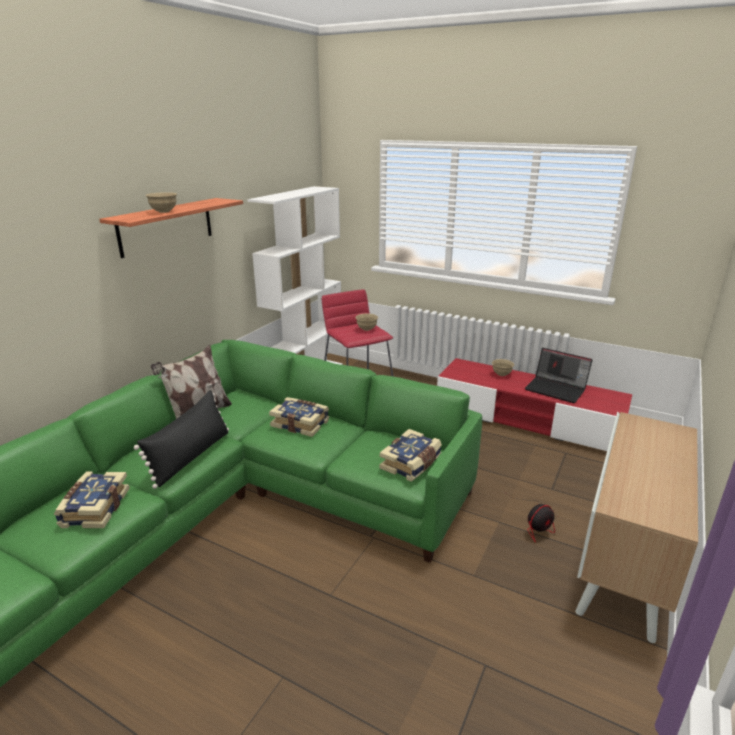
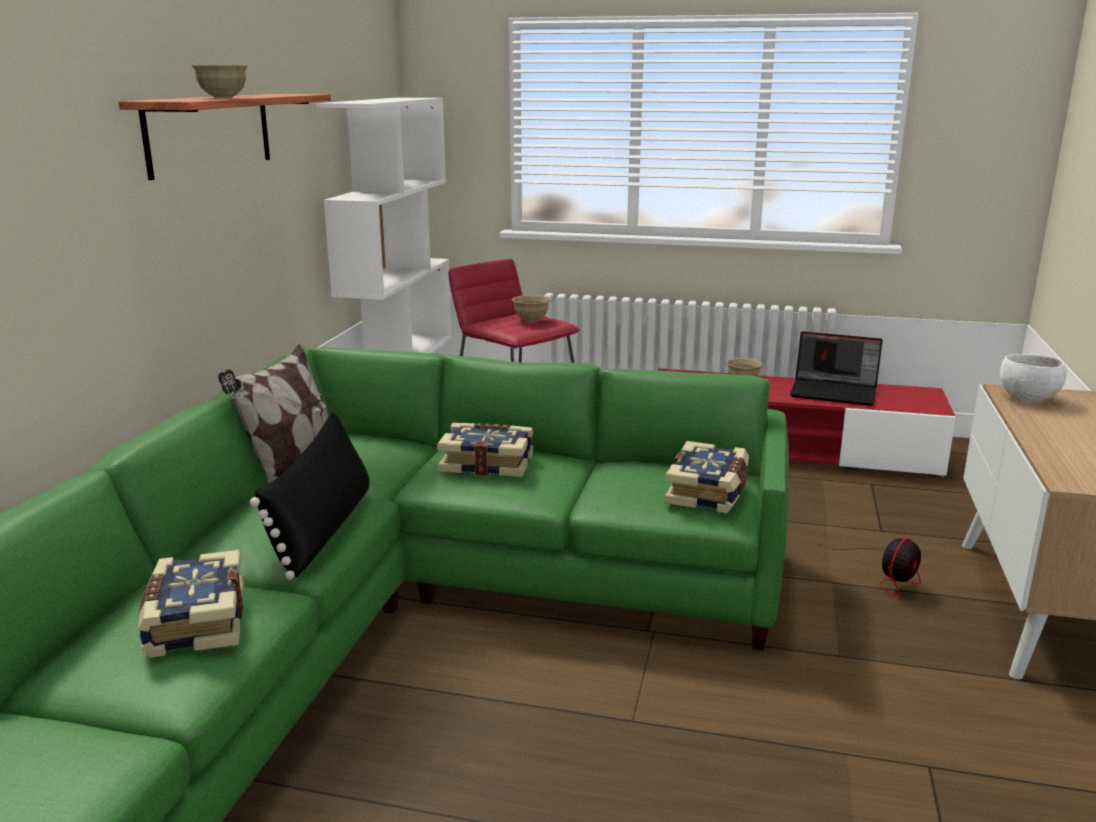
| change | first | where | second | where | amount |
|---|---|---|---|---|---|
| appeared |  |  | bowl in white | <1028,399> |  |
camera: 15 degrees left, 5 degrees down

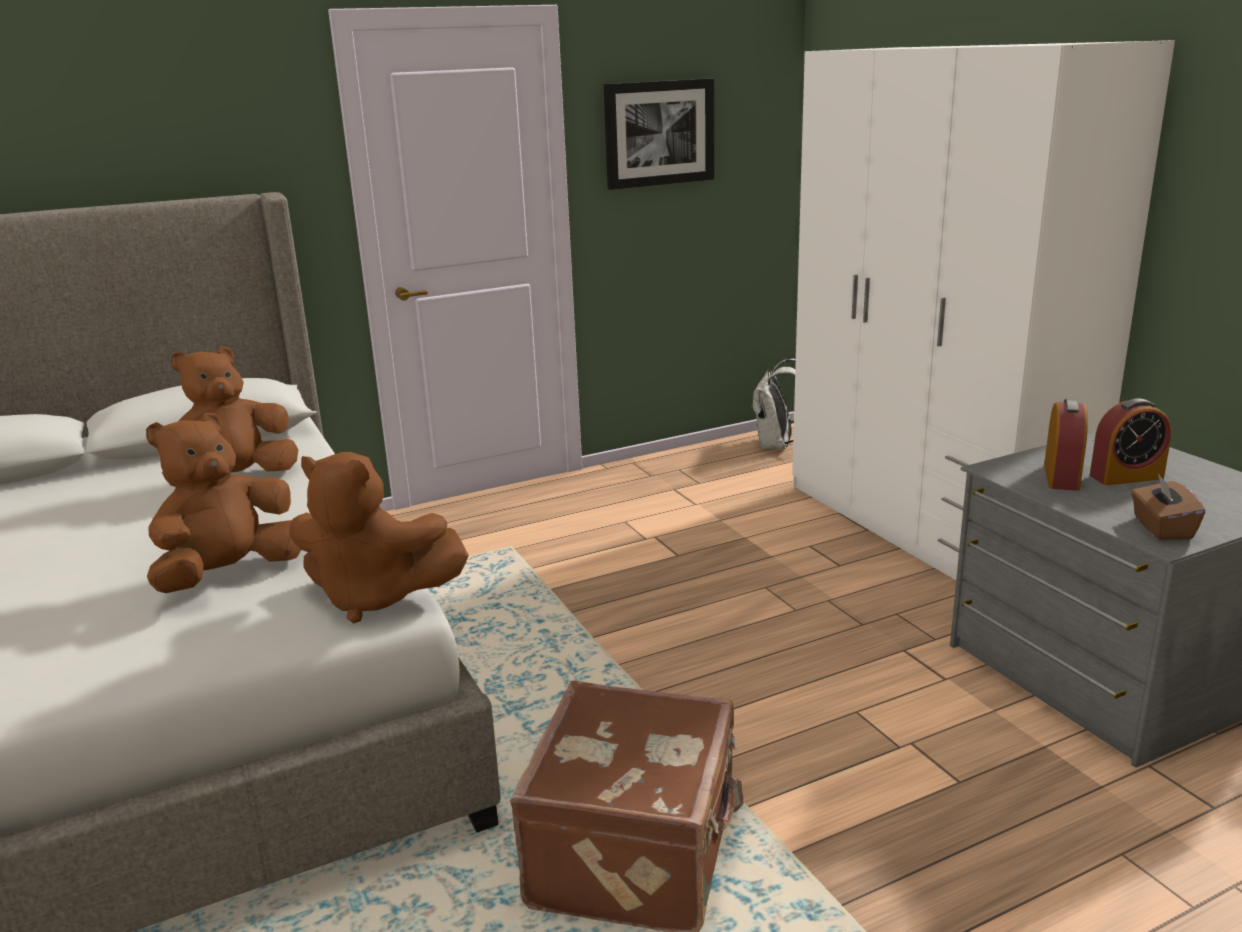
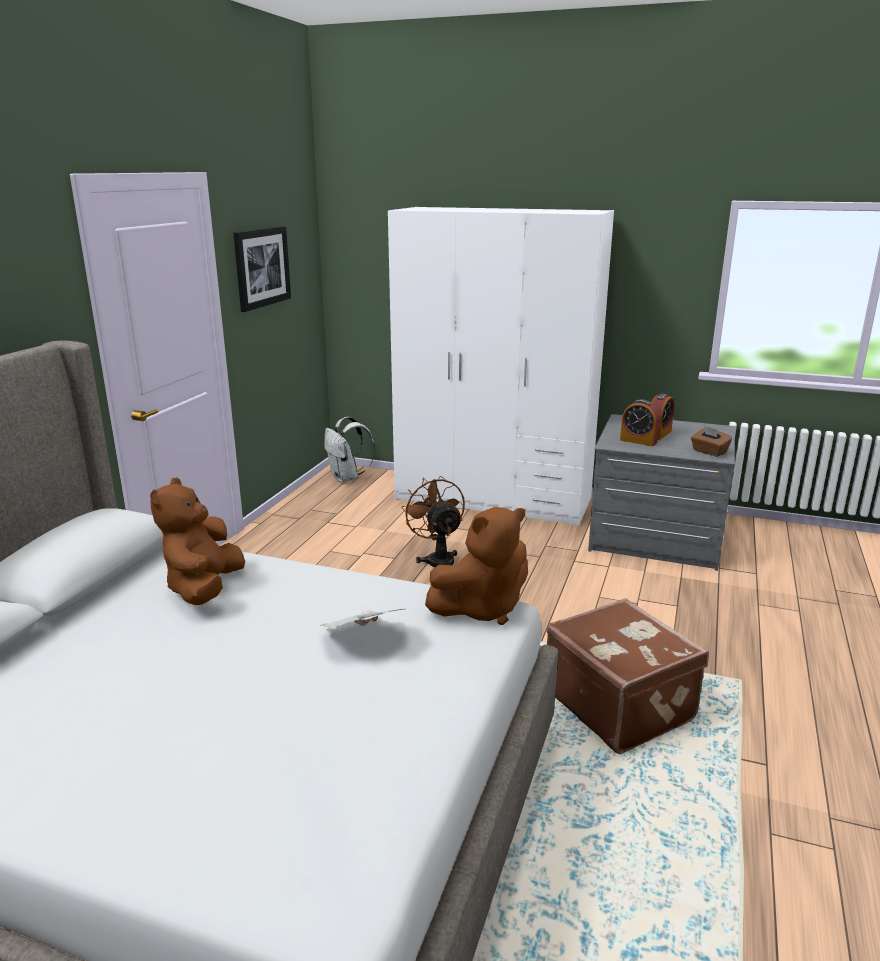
| change | first | where | second | where | amount |
|---|---|---|---|---|---|
| spun | alarm clock | <1061,477> |  | <638,441> | 150 degrees clockwise |
| exchanged | plush toy in brown | <229,574> | newspaper | <363,638> |  |
| appeared |  |  | fan in brown | <438,559> |  |
camera: 45 degrees left, 0 degrees up

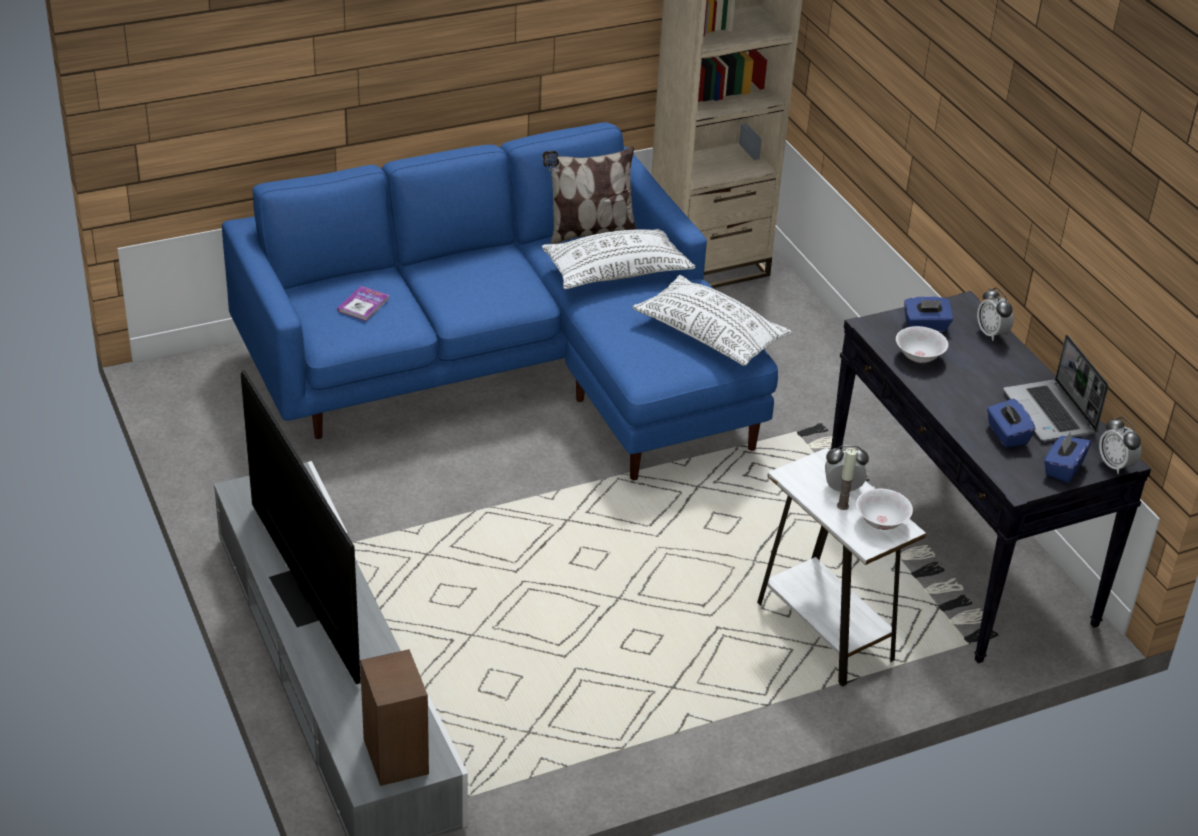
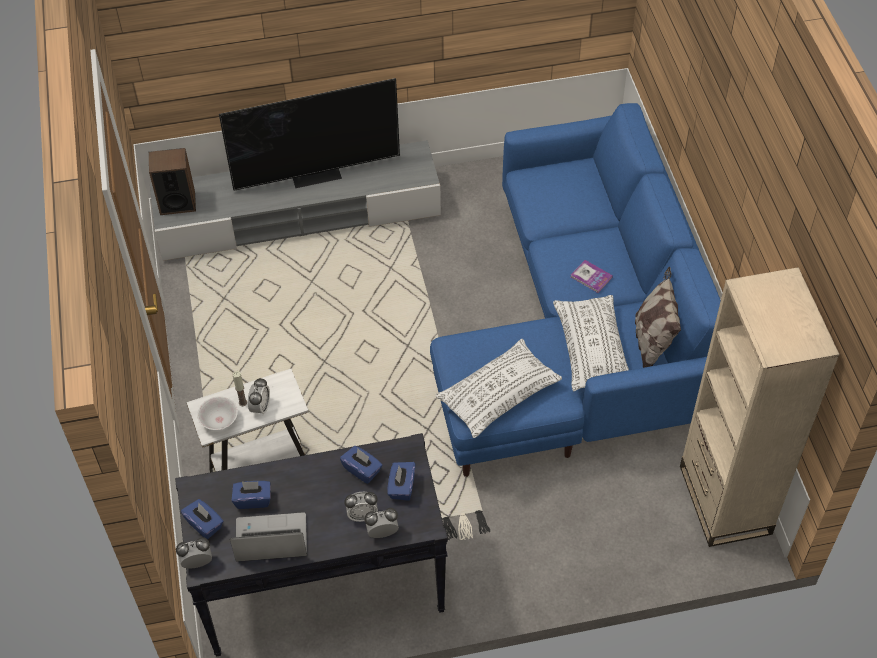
| change | first | where | second | where | amount |
|---|---|---|---|---|---|
| relocated | book | <363,305> |  | <591,277> |  |
| exchanged | bowl in white | <919,357> | tissue box in blue | <362,470> |  |
| appeared |  |  | alarm clock | <362,515> |  |
camera: 105 degrees right, 15 degrees up

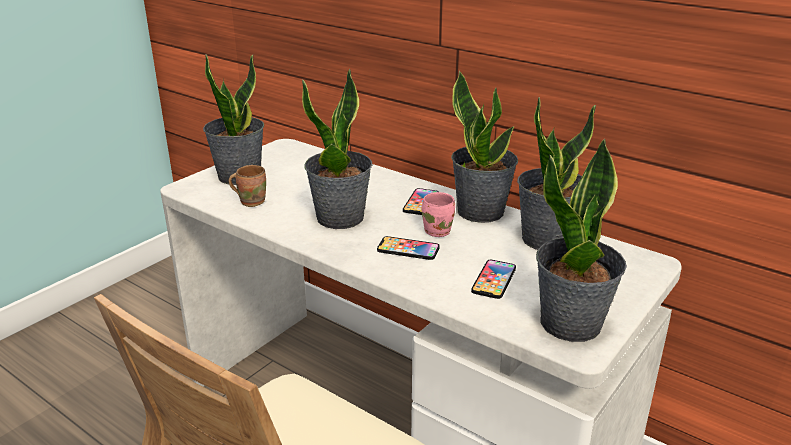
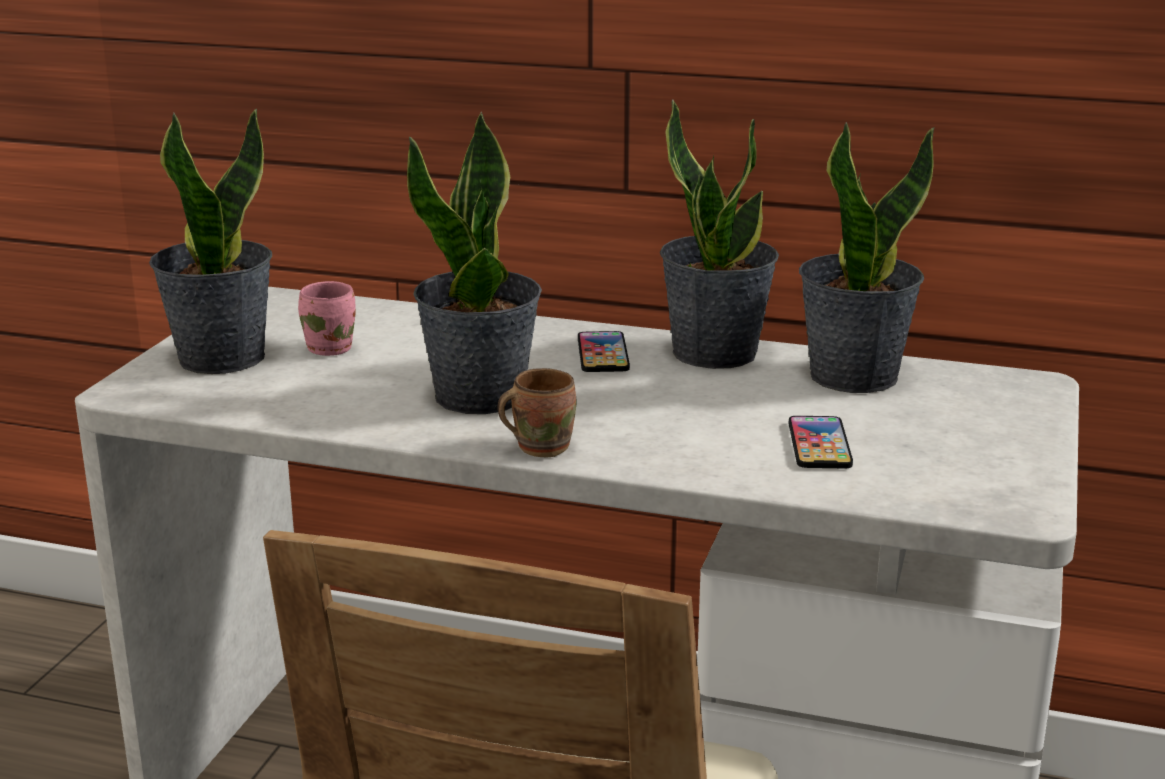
| change | first | where | second | where | amount |
|---|---|---|---|---|---|
| missing | potted plant | <572,324> |  |  |  |
| relocated | mug in brown | <251,201> |  | <539,446> |  |
| relocated | mug in pink | <439,231> |  | <333,348> |  |
| missing | phone | <408,249> |  |  |  |
camera: 20 degrees left, 5 degrees down

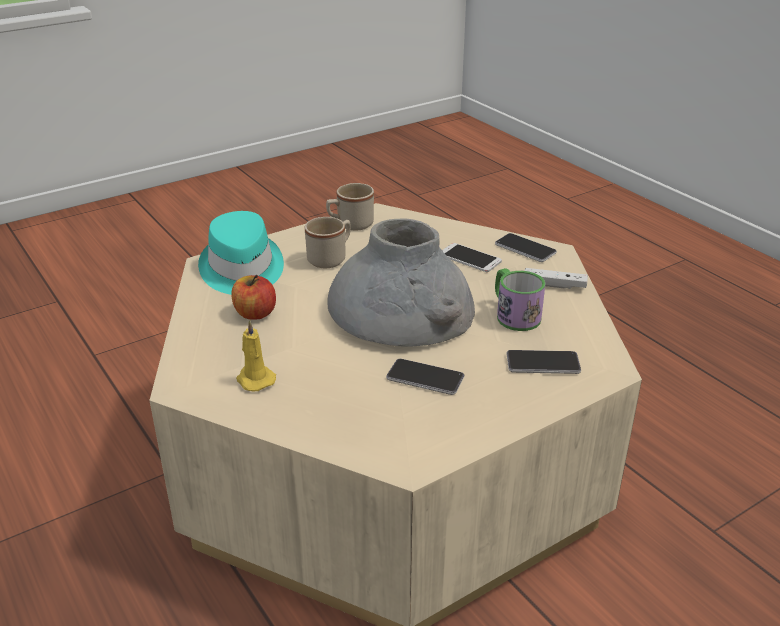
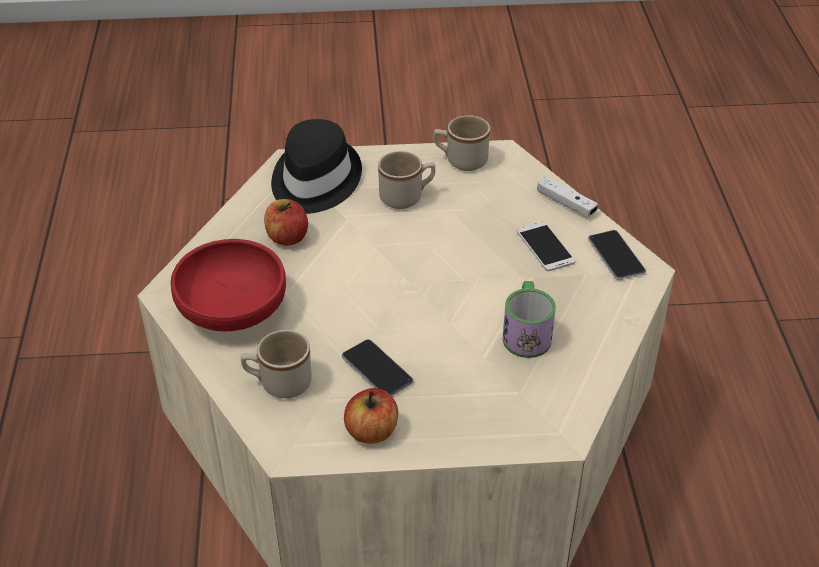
| change | first | where | second | where | amount |
|---|---|---|---|---|---|
| colour | hat in turquoise | <241,269> | hat in black | <314,180> |  |
| missing | vase in grey | <401,308> |  |  |  |
| relocated | game controller in white | <554,285> |  | <566,203> |  |
| exchanged | candle in yellow | <254,379> | bowl in red | <232,309> |  |
| missing | phone | <543,363> |  |  |  |
| appeared |  |  | mug in beige | <278,383> |  |
| appeared |  |  | apple | <372,431> |  |
camera: 30 degrees right, 10 degrees up

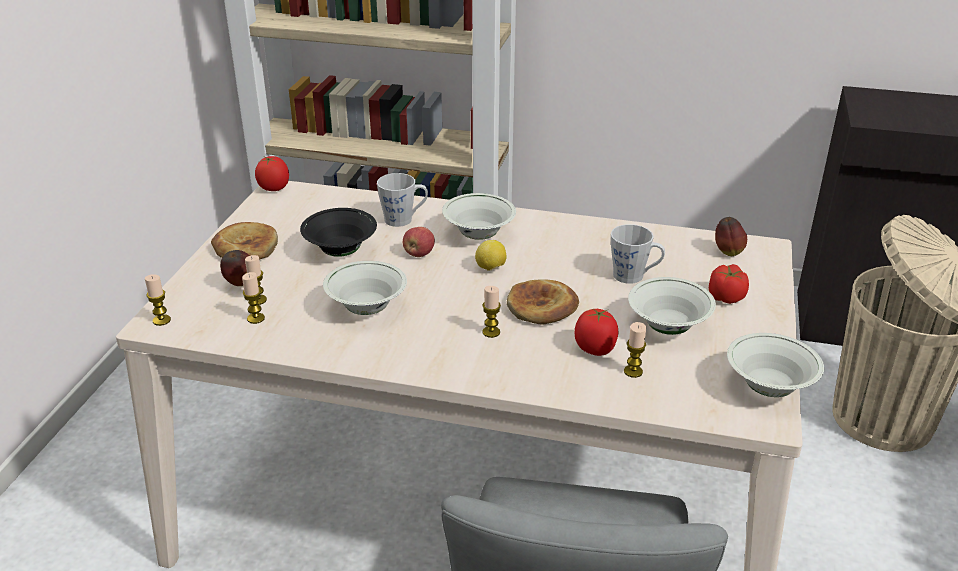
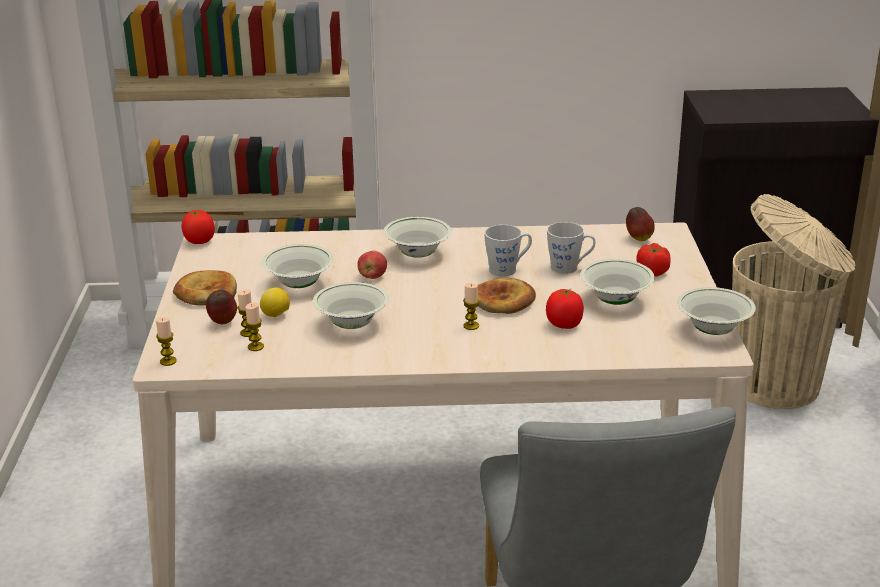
| change | first | where | second | where | amount |
|---|---|---|---|---|---|
| relocated | mug in grey | <404,219> |  | <508,269> |  |
| colour | bowl in black | <341,251> | bowl in white | <299,284> |  |
| relocated | lemon | <491,268> |  | <276,315> |  |
| missing | candle | <633,371> |  |  |  |
camera: 15 degrees left, 5 degrees down

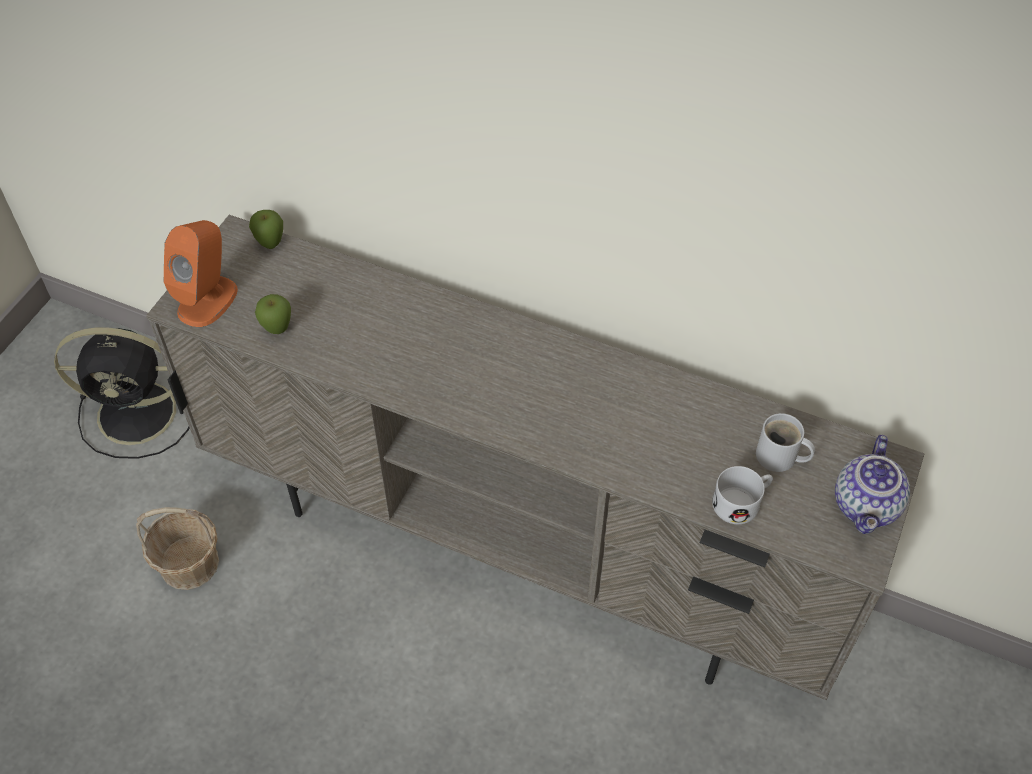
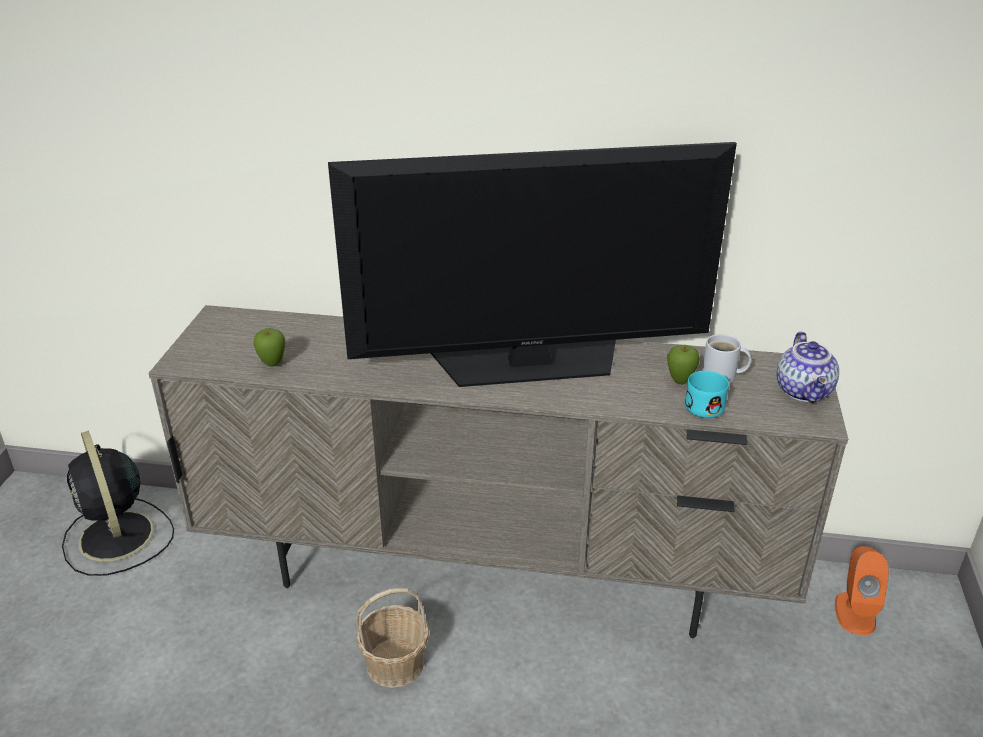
| change | first | where | second | where | amount |
|---|---|---|---|---|---|
| relocated | apple | <271,245> |  | <680,381> |  |
| relocated | speaker in orange | <208,300> |  | <855,612> |  |
| spun | fan in black | <141,413> |  | <117,538> | 75 degrees clockwise |
| colour | mug in white | <742,502> | mug in turquoise | <708,405> |  |
| relocated | basket | <190,563> |  | <395,664> |  |
| appeared |  |  | television | <530,363> |  |
camera: 15 degrees left, 20 degrees down

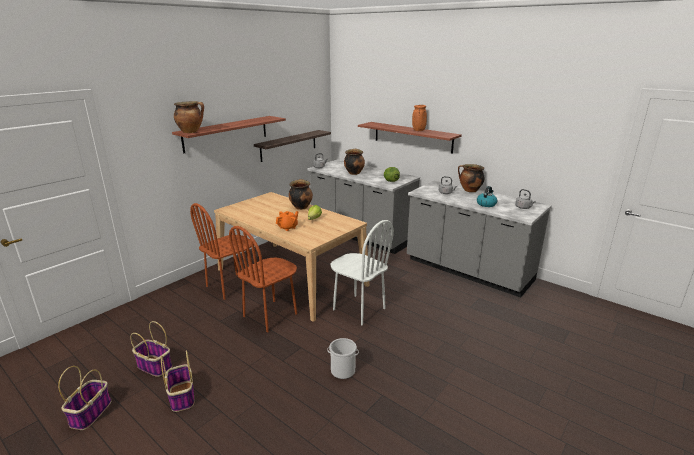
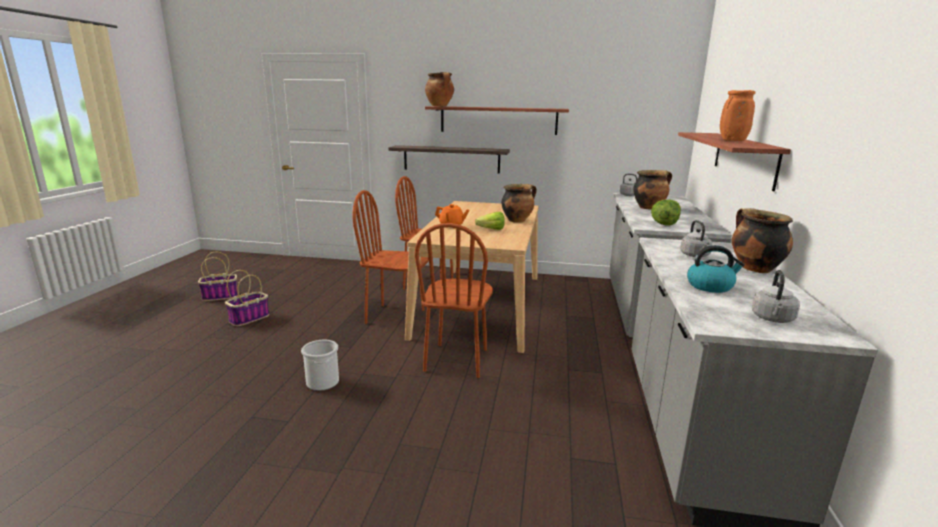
| change | first | where | second | where | amount |
|---|---|---|---|---|---|
| relocated | shelf | <288,145> |  | <451,159> |  |
| colour | chair in white | <358,309> | chair in brown | <457,360> |  |
| missing | basket | <154,366> |  |  |  |
camera: 60 degrees right, 5 degrees down

